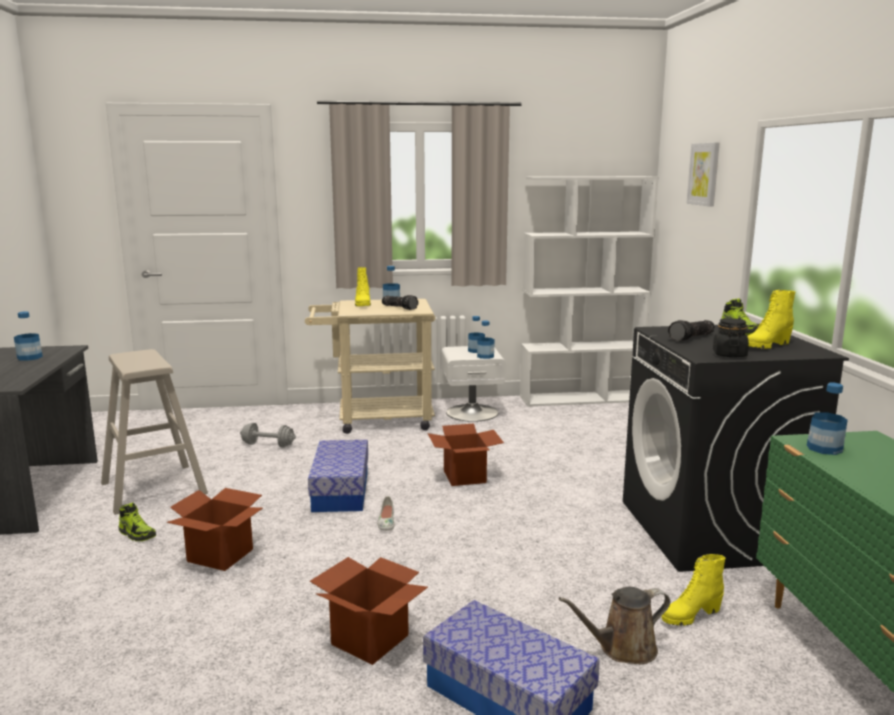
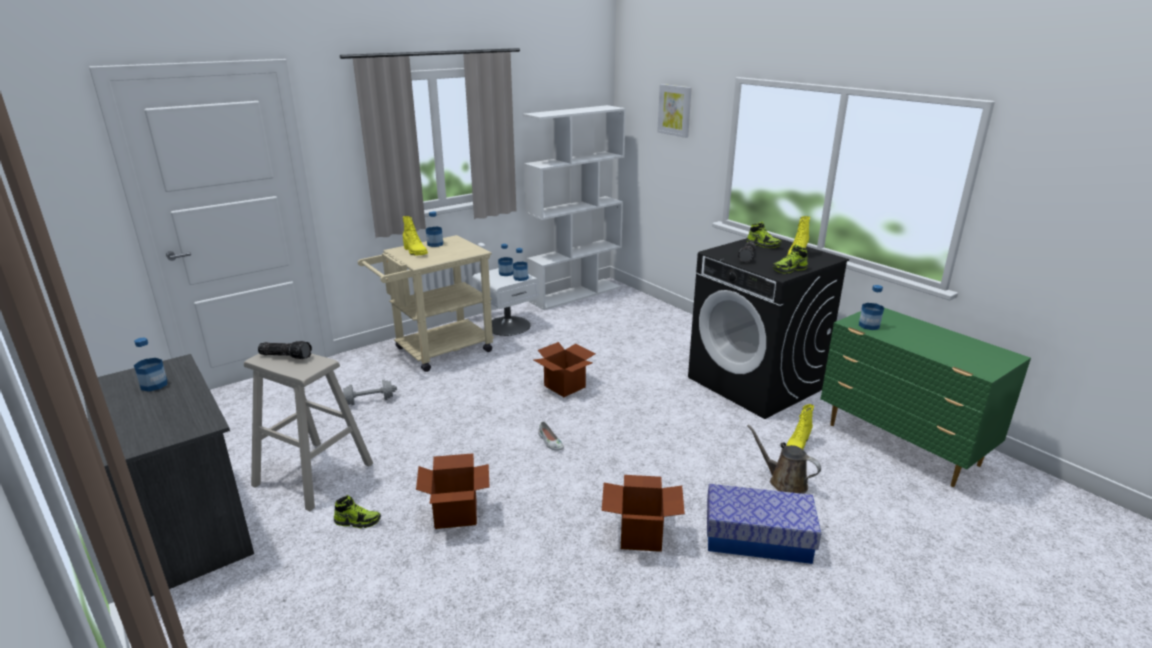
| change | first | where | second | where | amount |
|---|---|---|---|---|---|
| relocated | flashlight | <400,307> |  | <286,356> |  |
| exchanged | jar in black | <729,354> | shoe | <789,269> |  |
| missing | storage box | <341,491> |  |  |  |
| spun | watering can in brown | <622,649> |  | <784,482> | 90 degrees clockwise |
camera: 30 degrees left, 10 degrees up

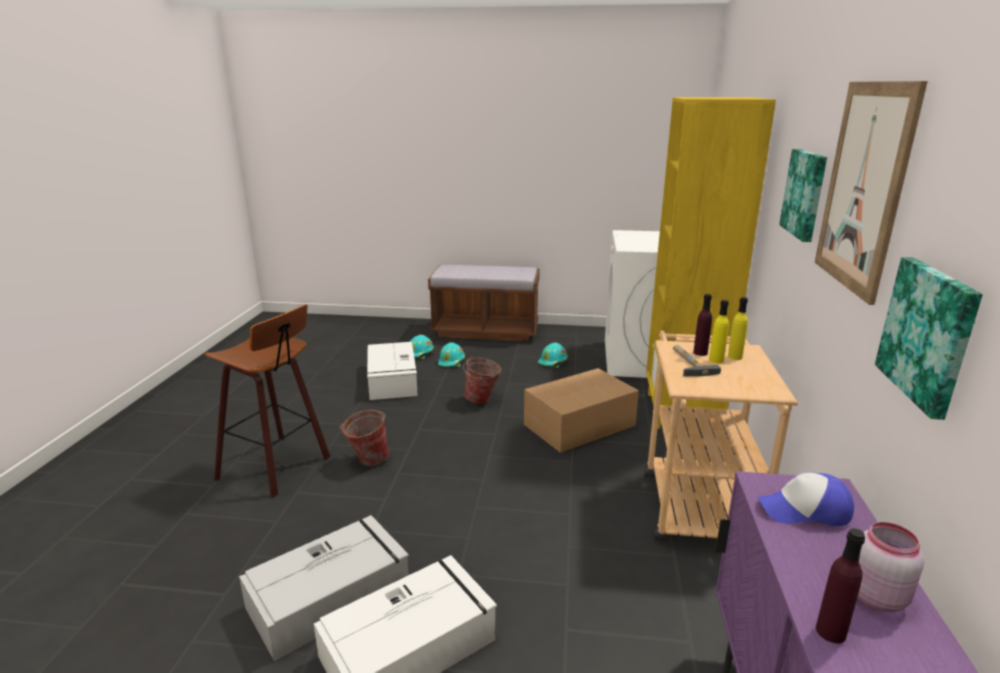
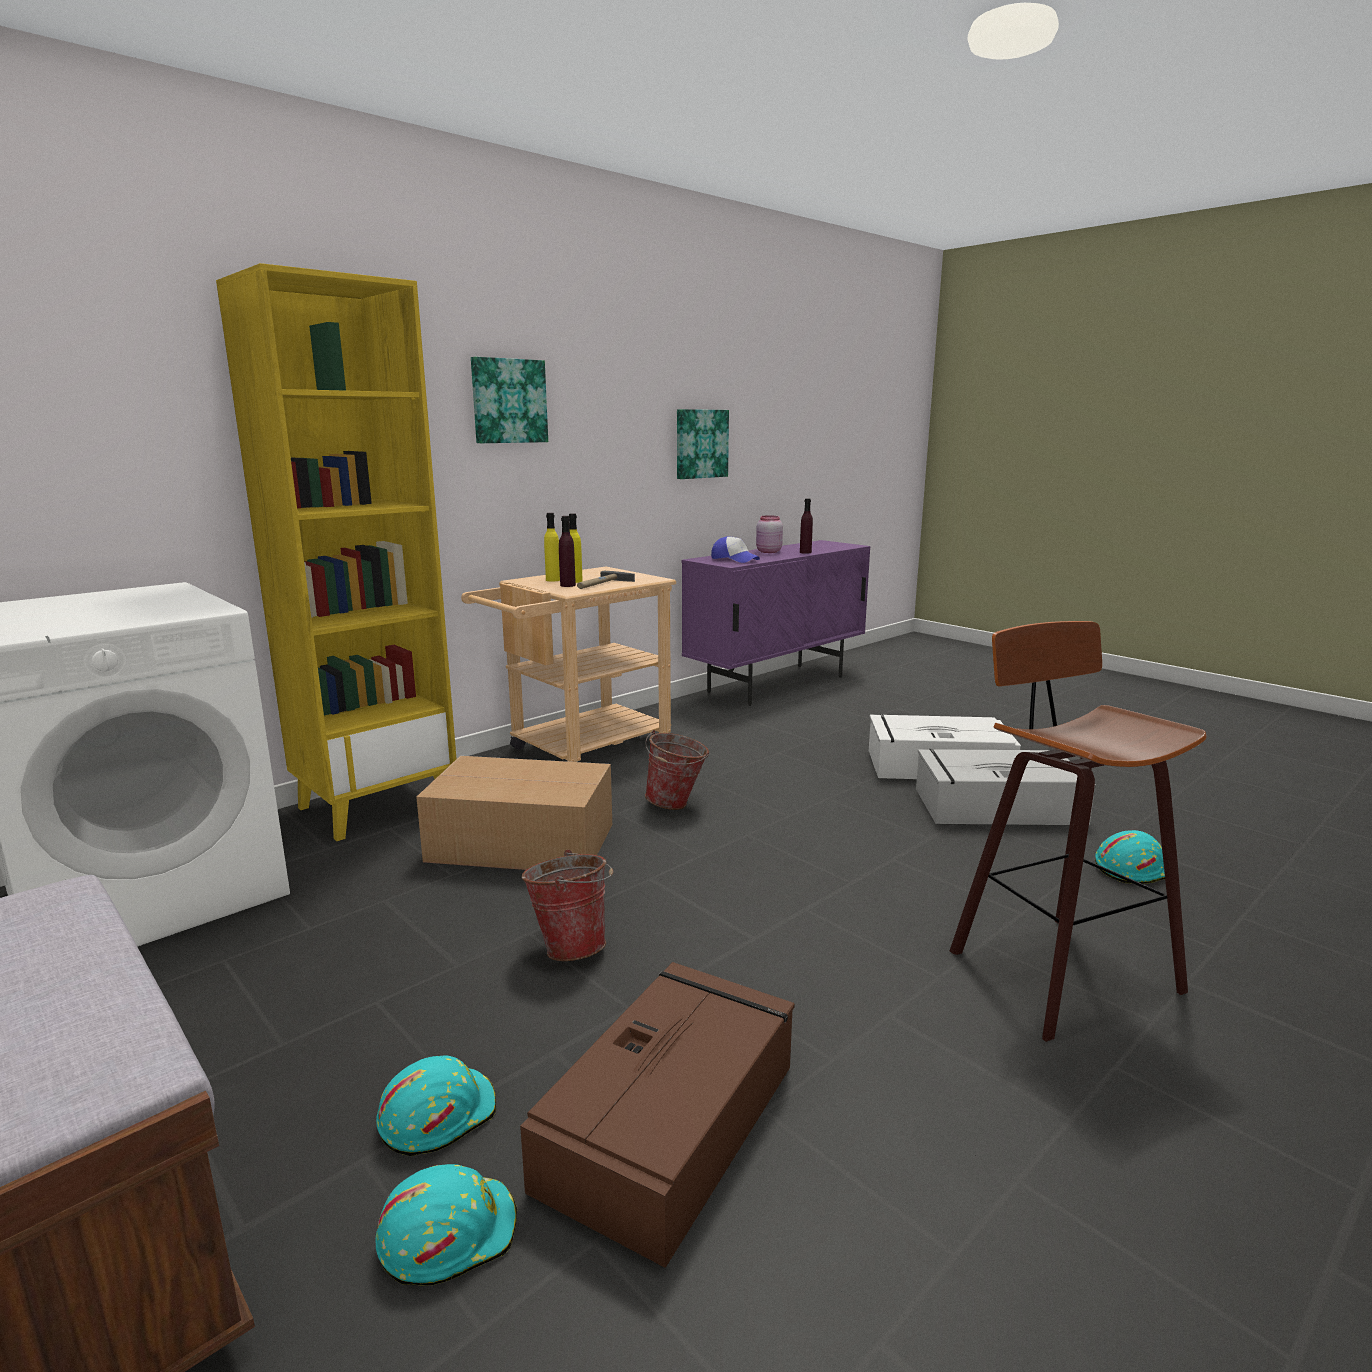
| change | first | where | second | where | amount |
|---|---|---|---|---|---|
| missing | picture | <864,187> |  |  |  |
| colour | storage box in white | <392,380> | storage box in brown | <671,1121> |  |
| relocated | hard hat in turquoise | <553,362> |  | <1131,869> |  |
| relocated | bucket | <367,461> |  | <677,805> |  |
camera: 140 degrees left, 5 degrees down

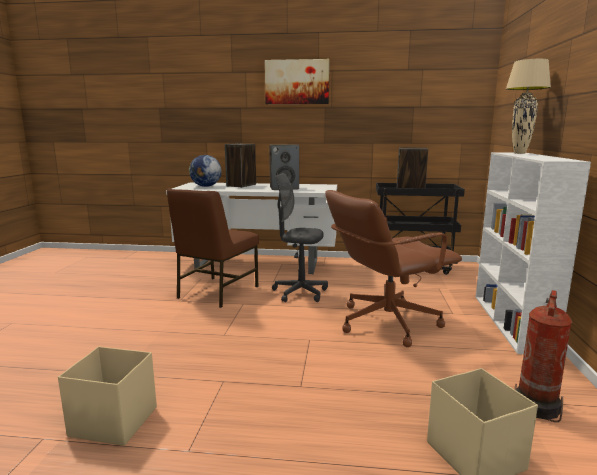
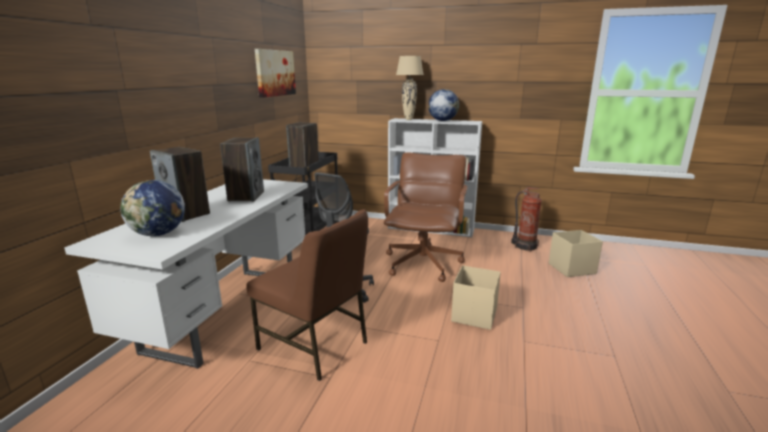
| change | first | where | second | where | amount |
|---|---|---|---|---|---|
| relocated | picture | <297,82> |  | <275,73> |  |
| spun | office chair in brown | <386,322> |  | <424,263> | 150 degrees counterclockwise |
| relocated | storage box in beige | <113,421> |  | <474,315> |  |
| appeared |  |  | globe | <442,120> |  |
camera: 80 degrees left, 5 degrees up

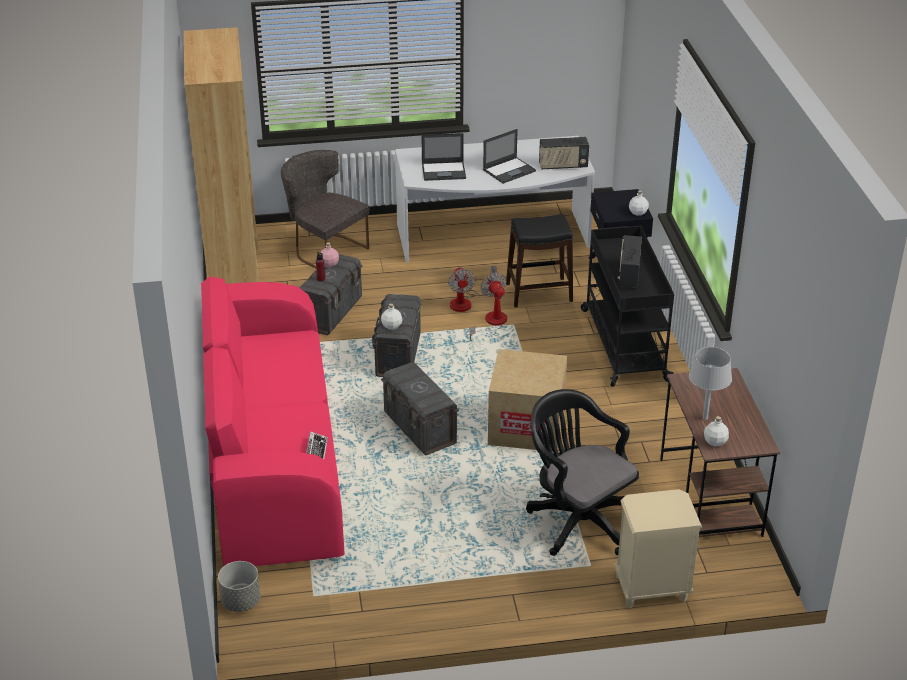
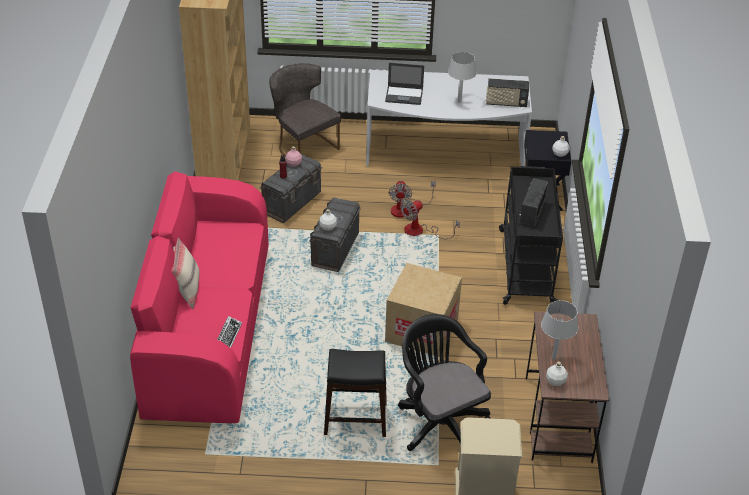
| change | first | where | second | where | amount |
|---|---|---|---|---|---|
| exchanged | laptop | <509,170> | table lamp in grey | <459,101> |  |
| relocated | stool in black | <539,293> |  | <355,419> |  |
| spun | fan | <491,323> |  | <420,231> | 120 degrees counterclockwise |
| missing | storage box in grey | <420,428> |  |  |  |
| missing | planter in grey | <240,601> |  |  |  |
| appeared |  |  | pillow in beige | <186,290> |  |
camera: 10 degrees right, 5 degrees up

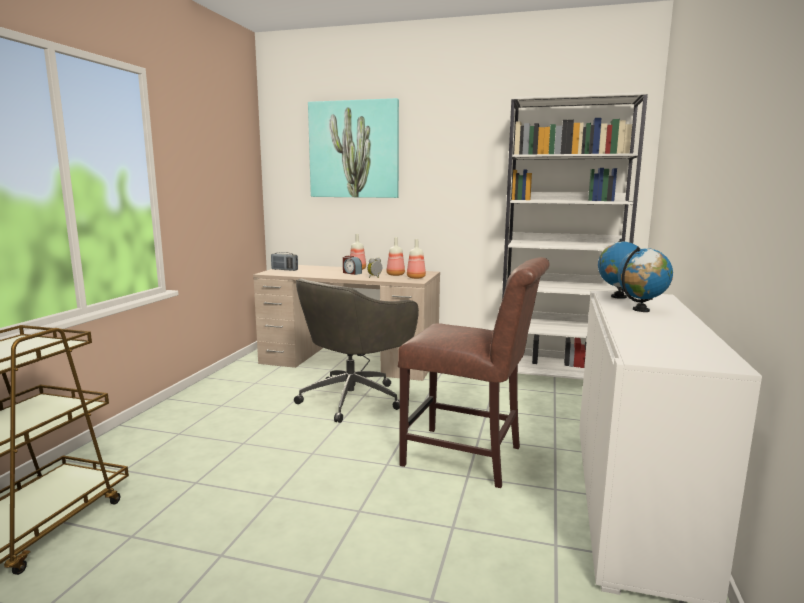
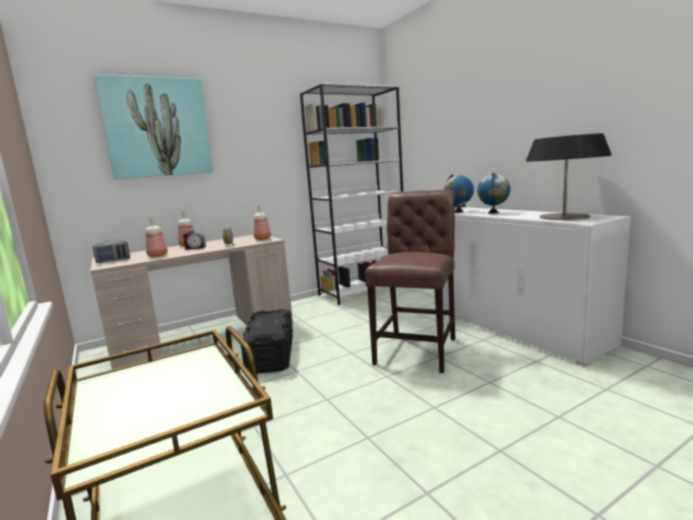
| change | first | where | second | where | amount |
|---|---|---|---|---|---|
| relocated | bottle | <395,275> |  | <158,255> |  |
| spun | chair in brown | <469,458> |  | <418,348> | 45 degrees counterclockwise |
| exchanged | office chair in grey | <354,398> | storage box in black | <271,354> |  |
| appeared |  |  | table lamp | <564,217> |  |
camera: 45 degrees left, 0 degrees up

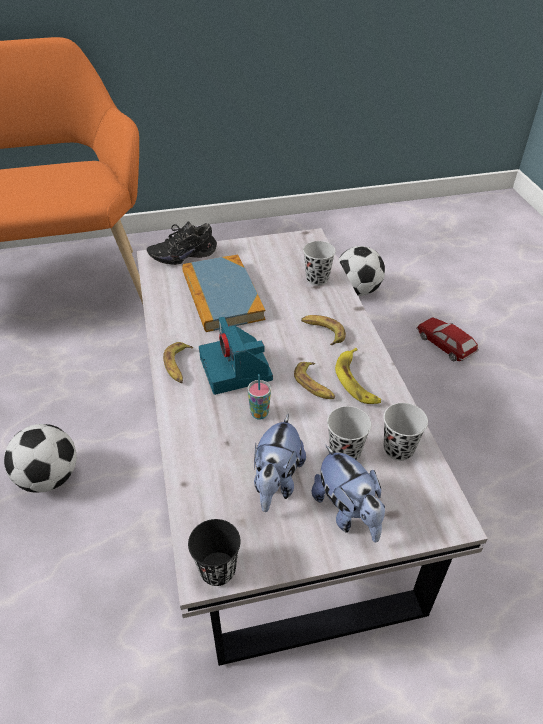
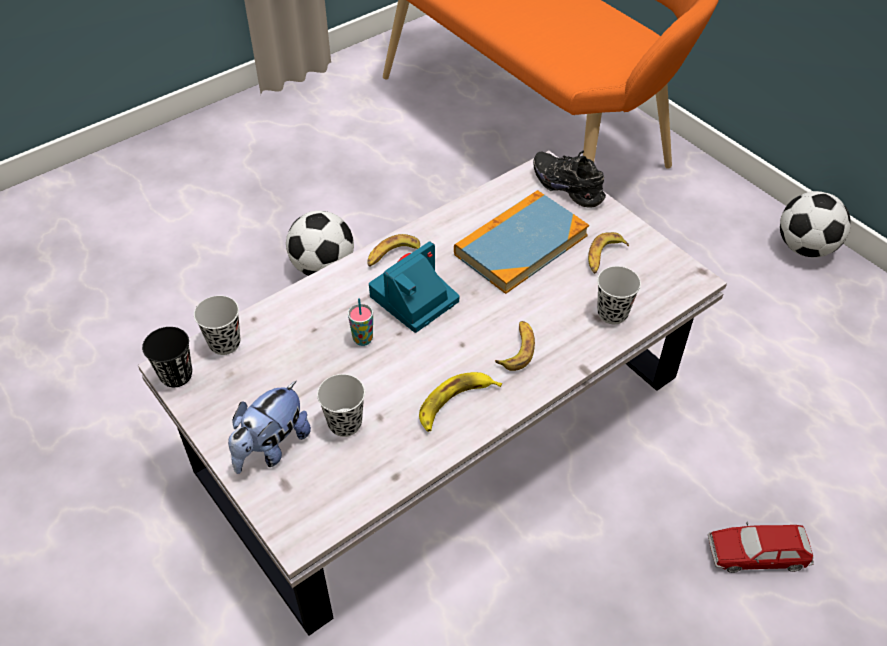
| change | first | where | second | where | amount |
|---|---|---|---|---|---|
| relocated | football | <357,290> |  | <804,247> |  |
| spun | toy car | <444,344> |  | <756,553> | 120 degrees counterclockwise |
| relocated | banana | <315,385> |  | <603,257> |  |
| relocated | cup in black | <398,449> |  | <224,343> |  |
| missing | plush toy | <276,482> |  |  |  |
camera: 65 degrees right, 5 degrees up

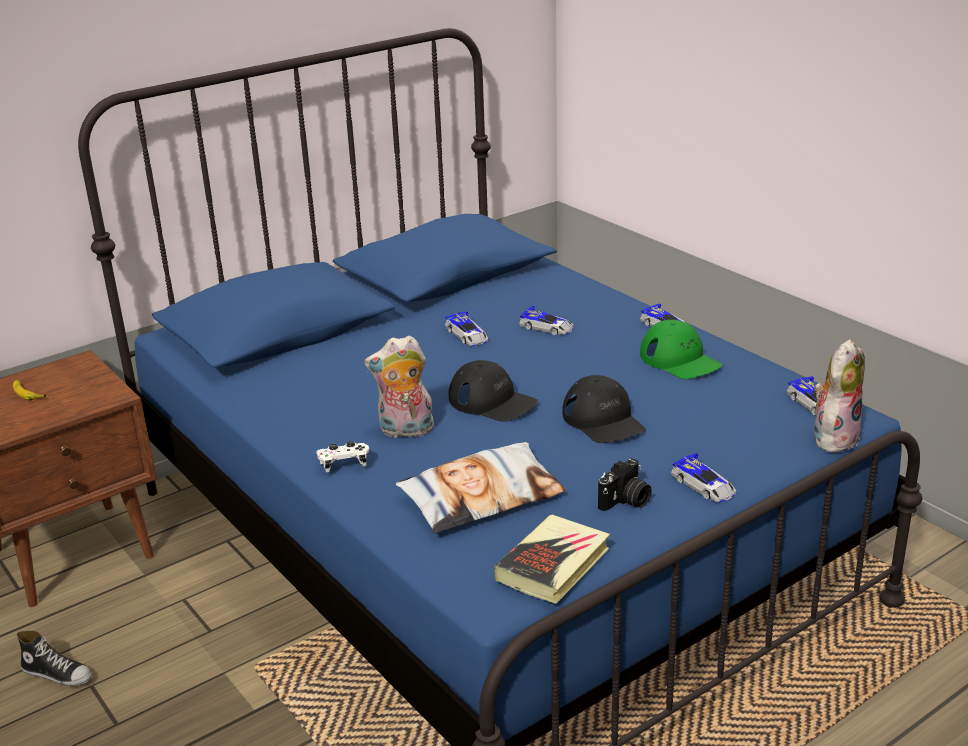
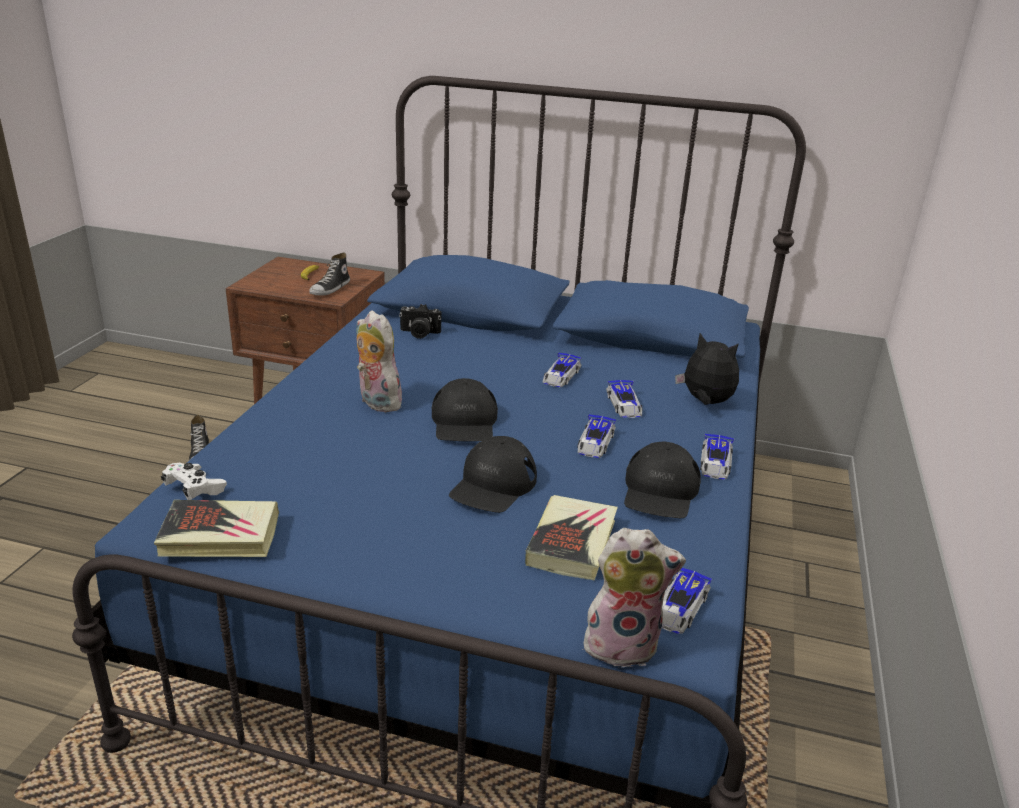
| change | first | where | second | where | amount |
|---|---|---|---|---|---|
| colour | cap in green | <680,360> | cap in black | <660,491> |  |
| relocated | game controller in white | <344,464> |  | <194,489> |  |
| missing | pillow | <482,497> |  |  |  |
| relocated | toy car | <704,485> |  | <595,443> |  |
| relocated | photo camera | <626,501> |  | <419,333> |  |
| appeared |  |  | shoe | <330,289> |  |
| appeared |  |  | plush toy | <705,402> |  |
| appeared |  |  | book | <572,543> |  |
camera: 50 degrees right, 0 degrees up

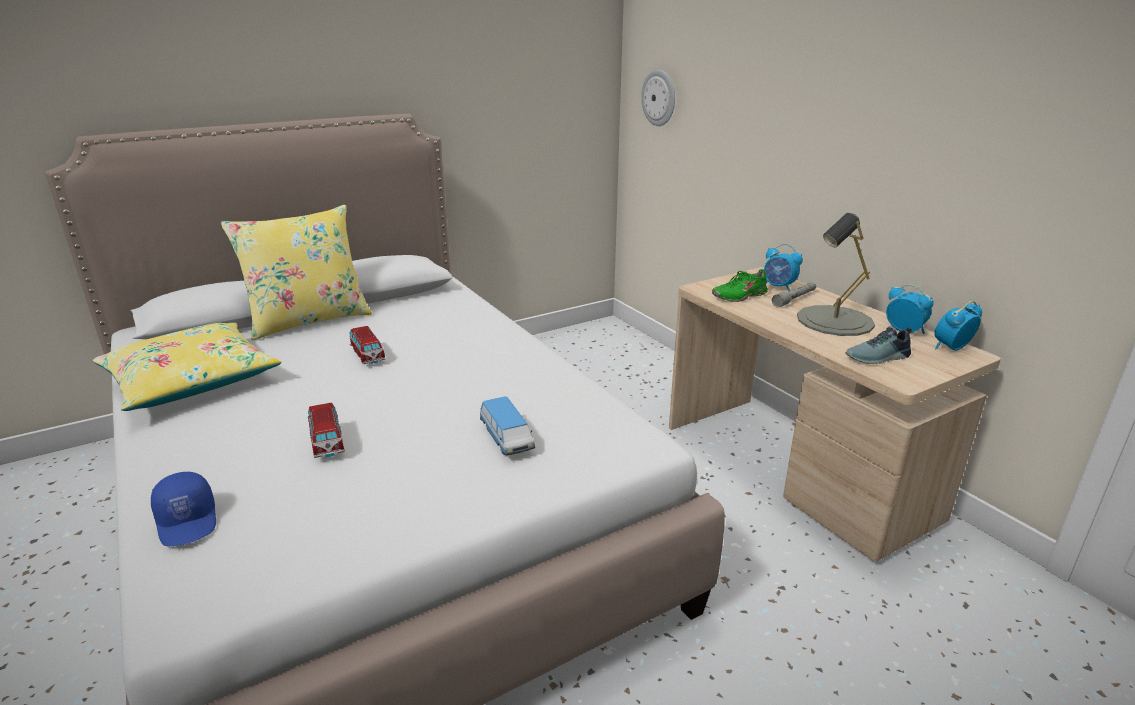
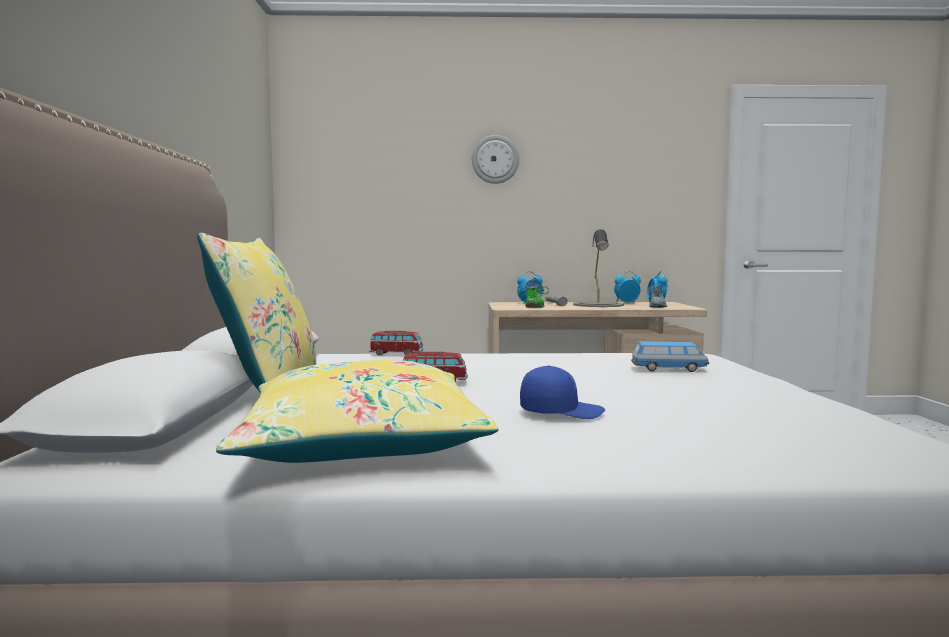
| change | first | where | second | where | amount |
|---|---|---|---|---|---|
| relocated | wall clock | <659,98> |  | <495,159> |  |
| relocated | toy car | <327,442> |  | <396,354> |  |
| relocated | cap in blue | <188,521> |  | <561,412> |  |
camera: 60 degrees left, 20 degrees down

